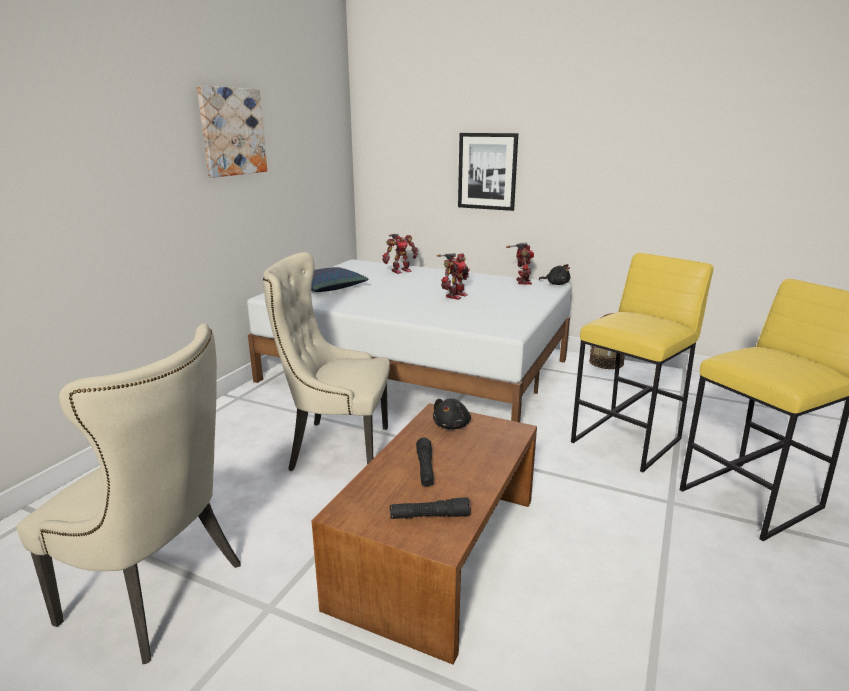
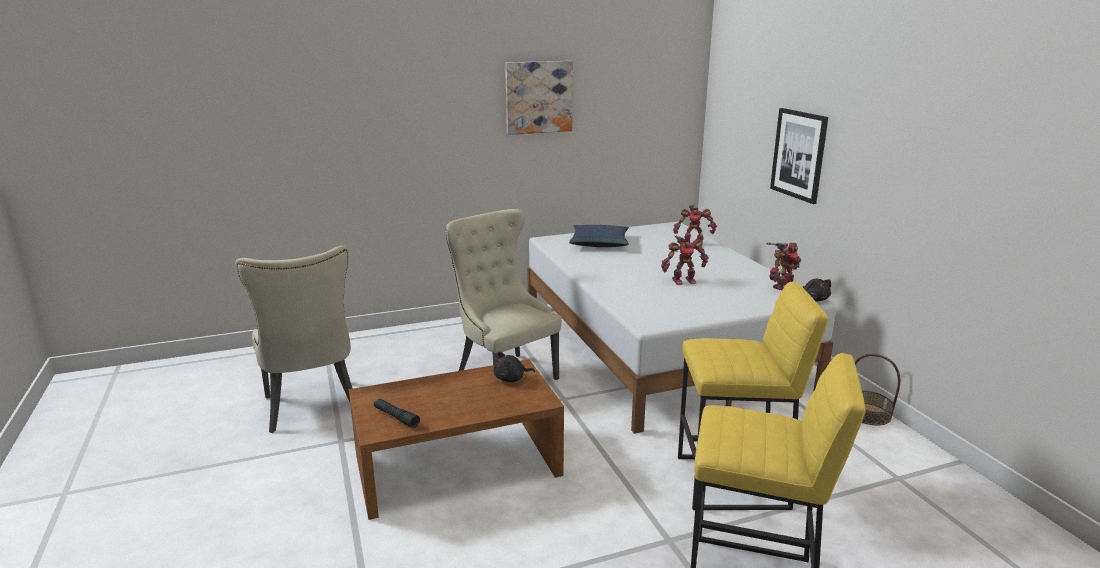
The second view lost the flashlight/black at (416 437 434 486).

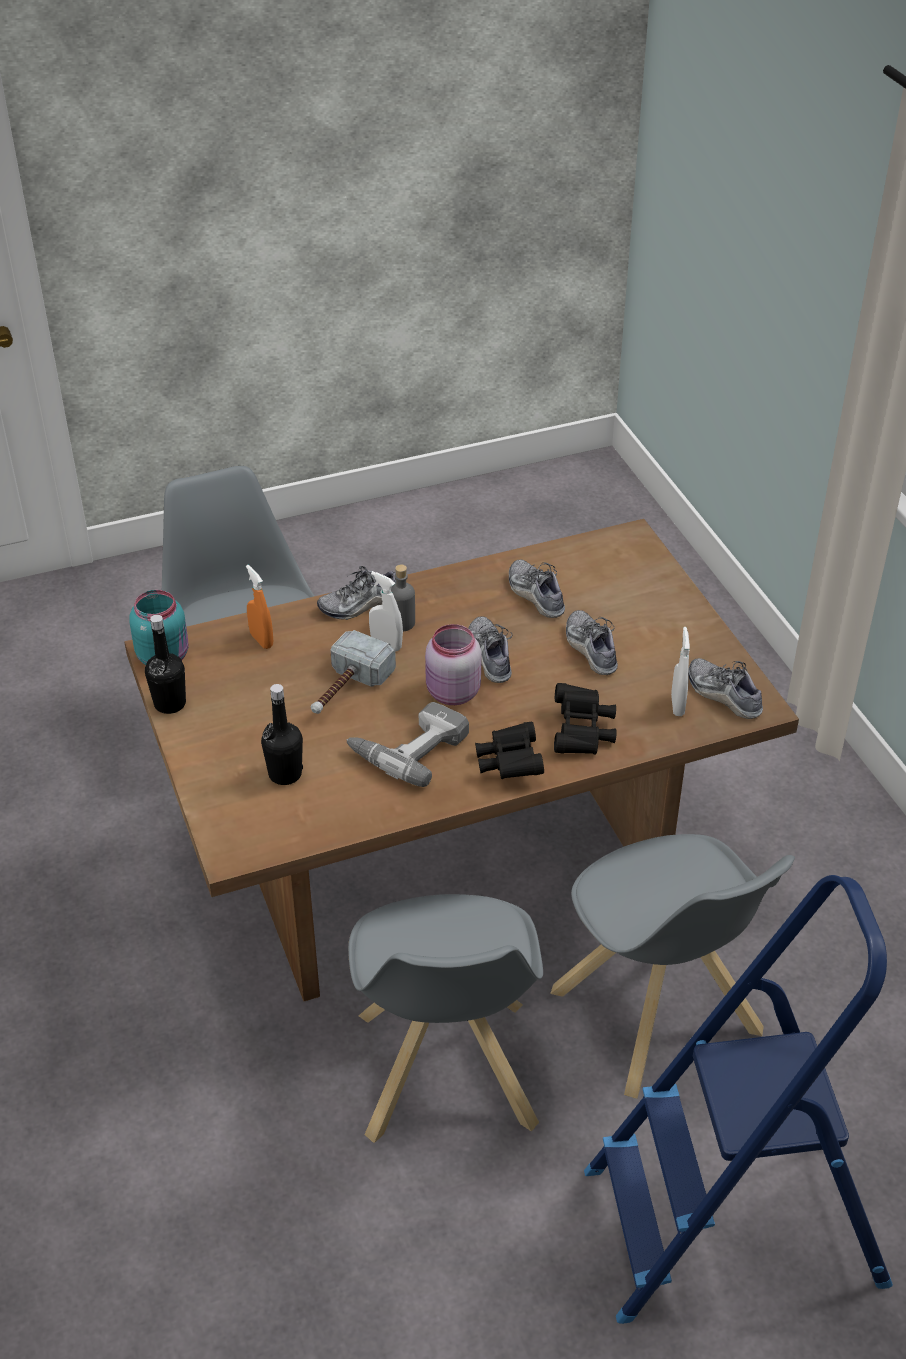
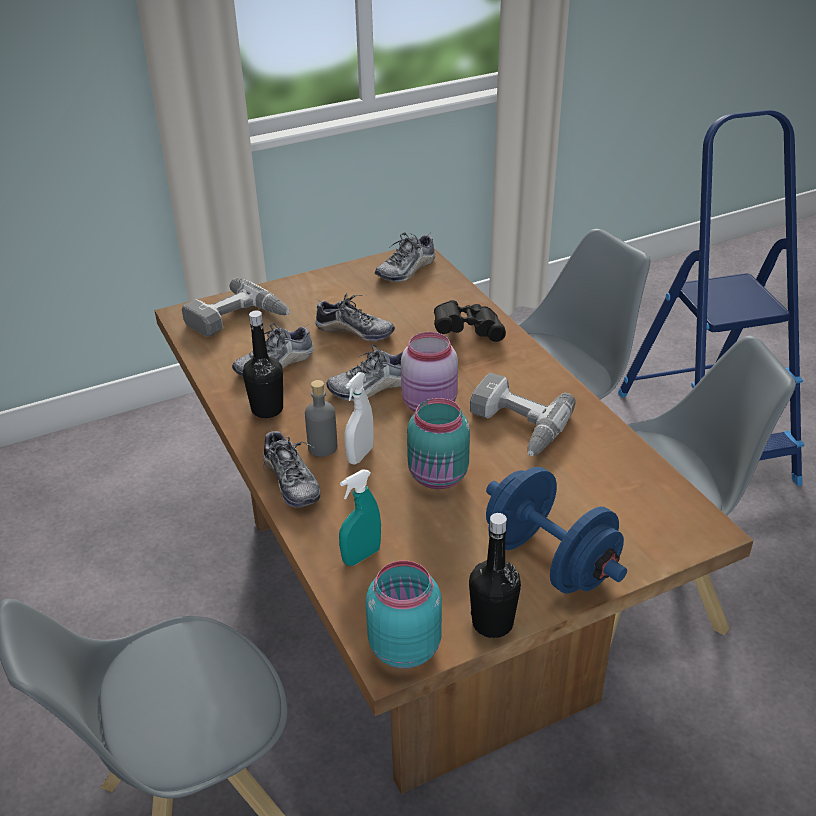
The second view lost the binoculars/black at (475 722 544 779).
The second view lost the spray bottle/white at (671 627 690 716).
The second view gained the power drill at (182 278 290 337).
The second view gained the dumbbell/blue at (486 467 627 594).
The bottle/black ended up elsewhere, having gone from (261 684 303 785) to (243 311 283 418).
Where the hammer stood at (311 630 396 714), the jar/turquoise came to stand at (407 398 470 489).
What was the spray bottle/orange at (246 565 273 649) turned into the spray bottle/turquoise at (339 470 381 566).
The shoe at (566 610 618 675) ended up facing another way, 135 degrees counterclockwise from before.

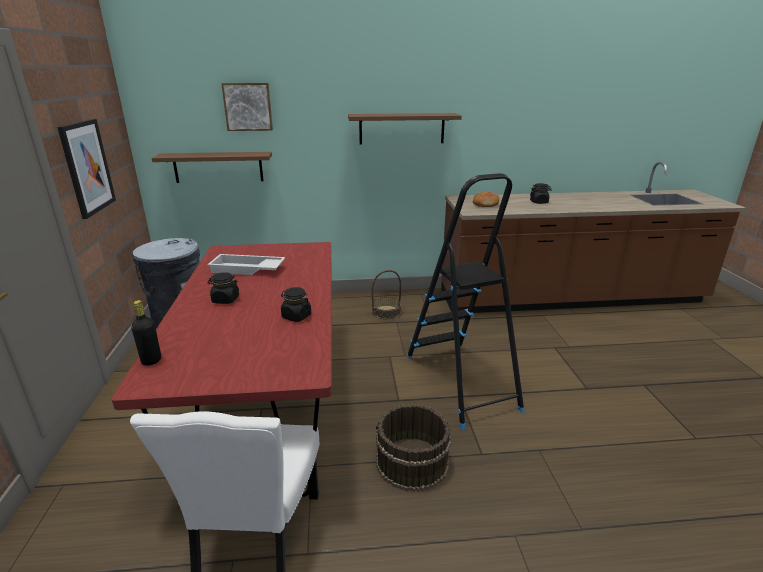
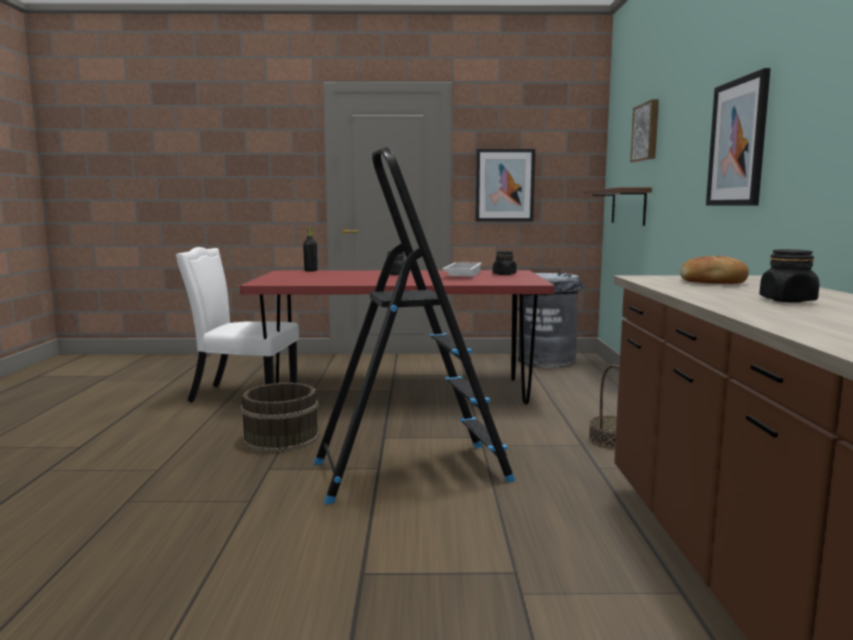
The jar/black ended up elsewhere, having gone from (281 287 311 322) to (493 251 517 275).
Where the shelf/brown hung at (348 113 462 145), the picture came to hang at (706 68 771 206).

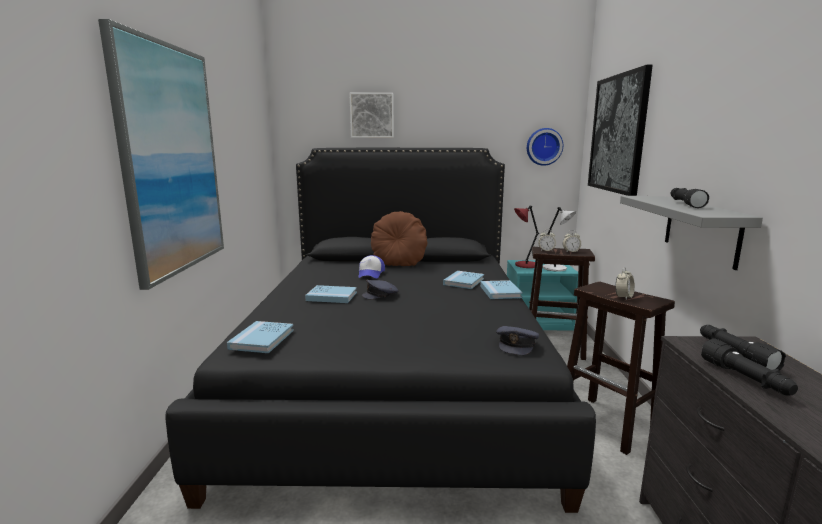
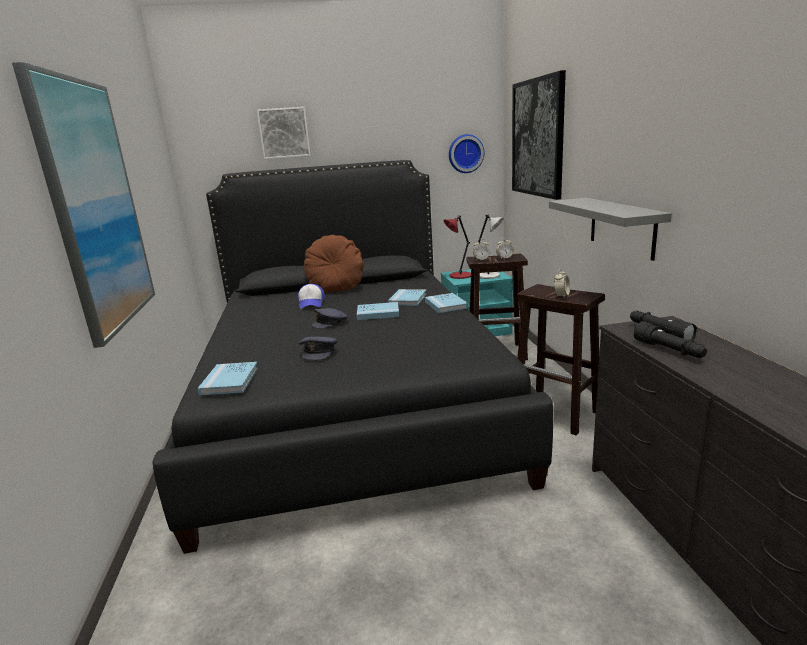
The second view lost the flashlight/black at (671 188 709 208).
The book/blue ended up elsewhere, having gone from (305 285 357 303) to (357 302 399 320).
The cap/grey ended up elsewhere, having gone from (496 326 539 355) to (299 337 337 360).

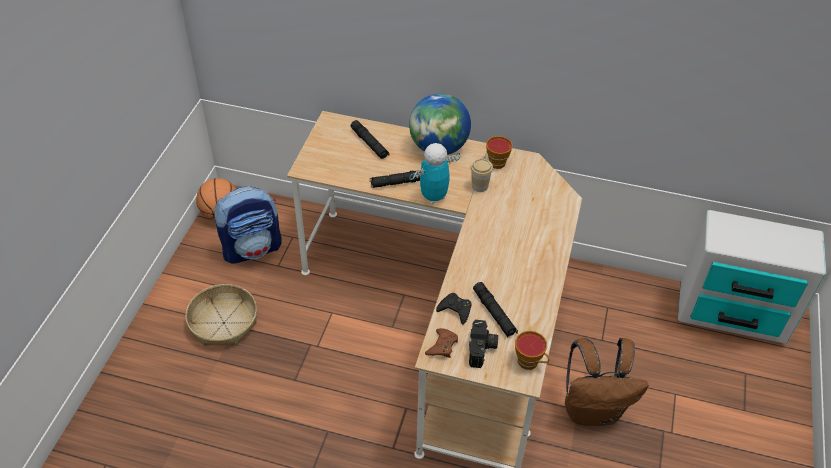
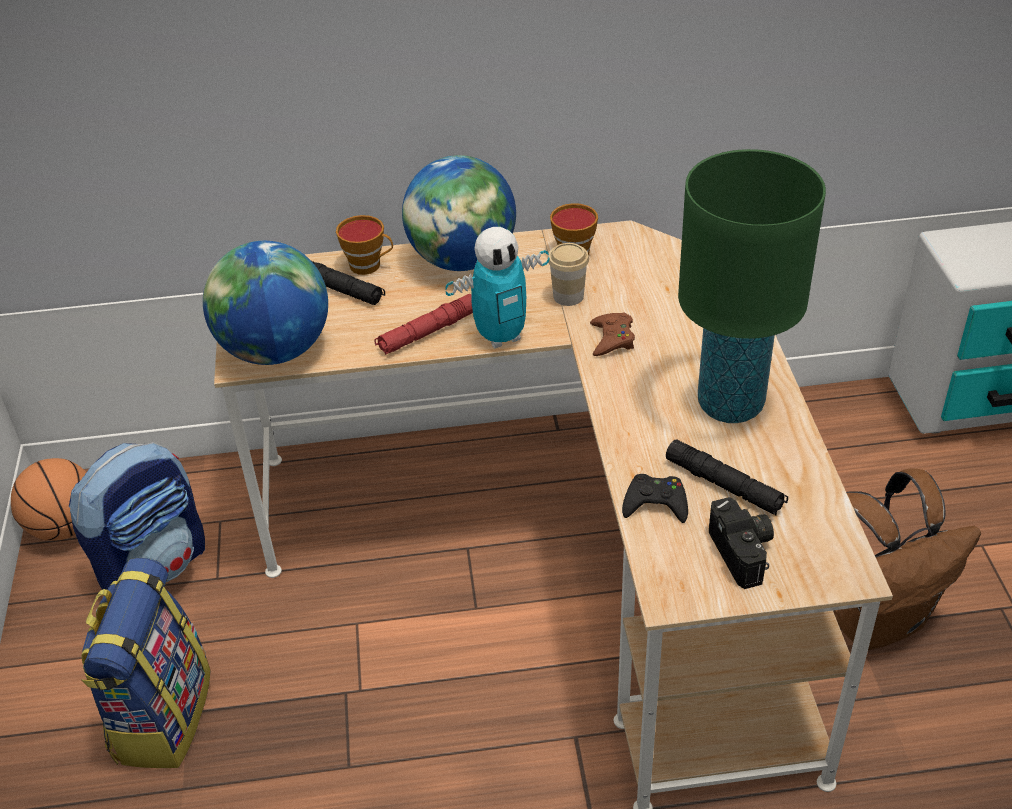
The second view gained the globe at (203 241 328 365).
The second view gained the table lamp/green at (678 149 826 423).
The game controller/brown ended up elsewhere, having gone from (425 328 458 358) to (590 312 635 356).
The cup ended up elsewhere, having gone from (515 331 550 370) to (336 215 393 275).
Where the basket stood at (185 284 257 346), the backpack came to stand at (81 558 211 768).
What was the flashlight/black at (370 170 420 188) turned into the flashlight/red at (374 294 473 355).
The toy robot at (409 143 460 204) ended up facing another way, 150 degrees counterclockwise from before.

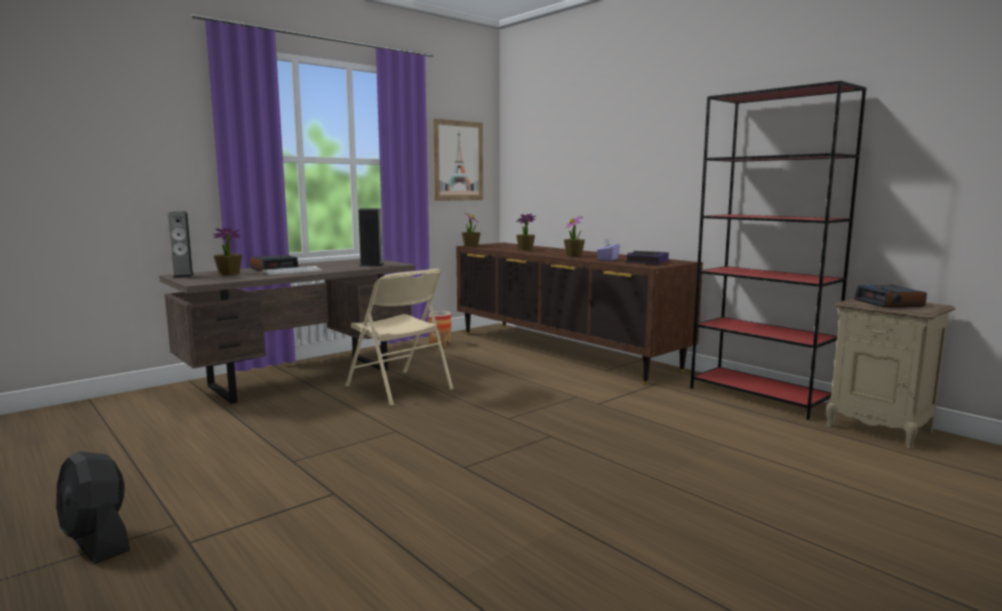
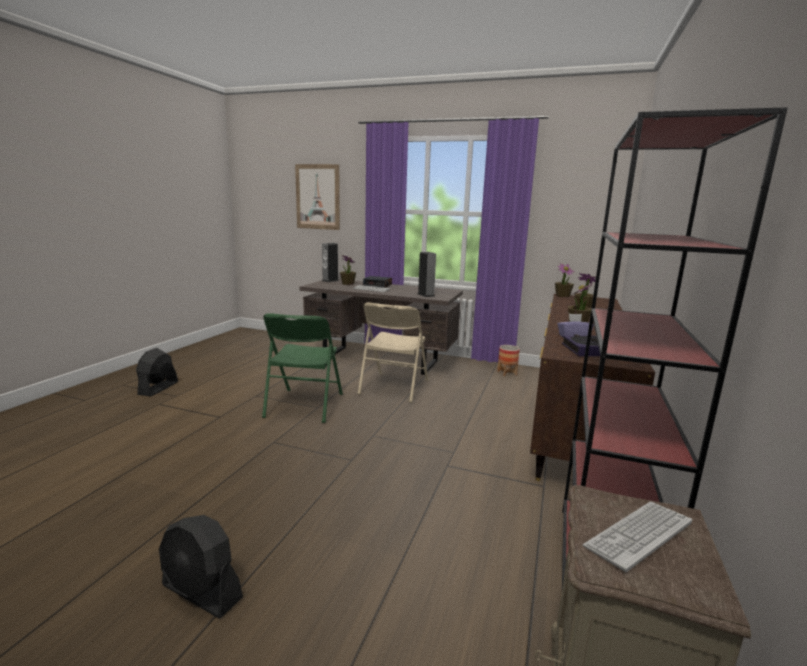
The second view gained the fan/black at (159 515 243 619).
The second view gained the chair/green at (262 313 343 423).
The picture ended up elsewhere, having gone from (433 119 483 201) to (295 164 340 230).
Where the alarm clock stood at (854 285 927 308), the keyboard came to stand at (582 502 692 572).

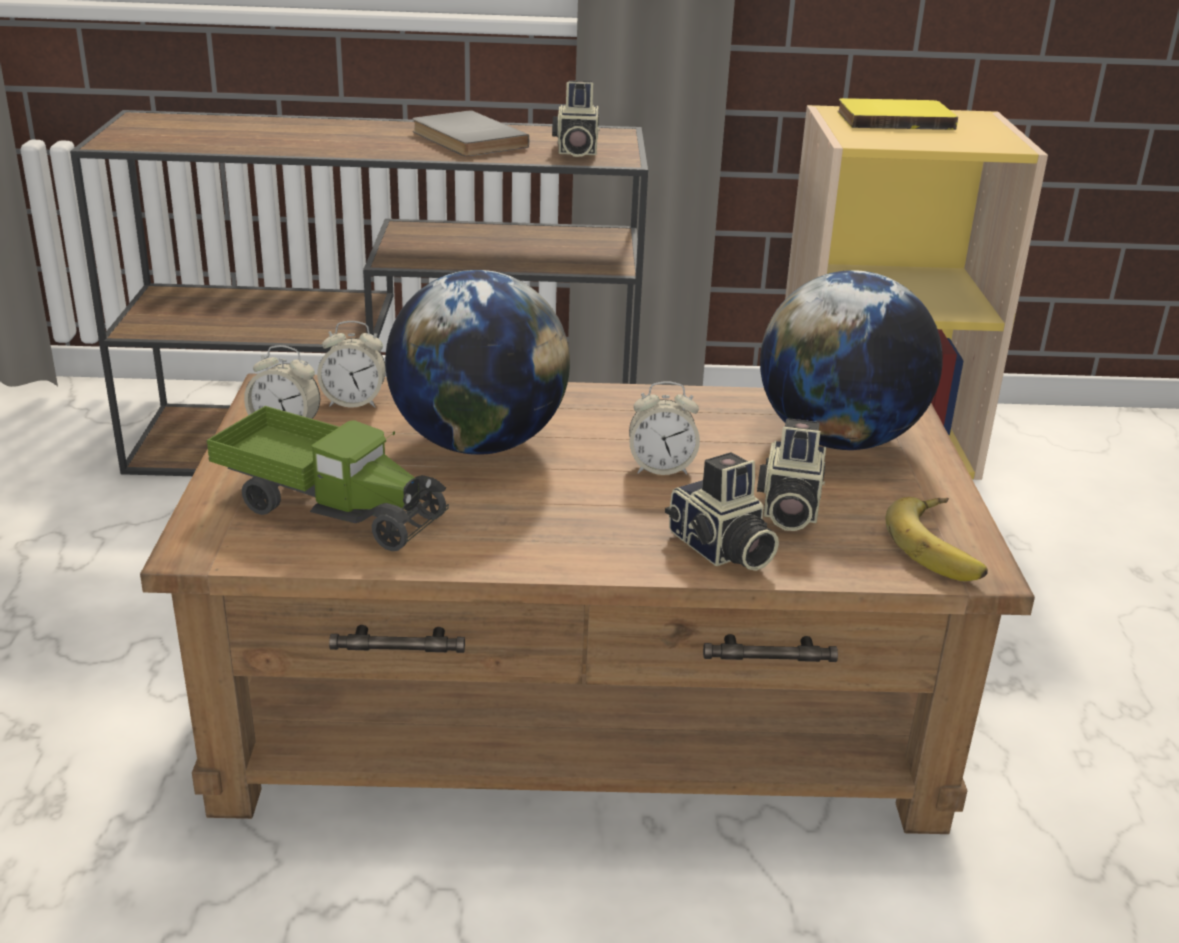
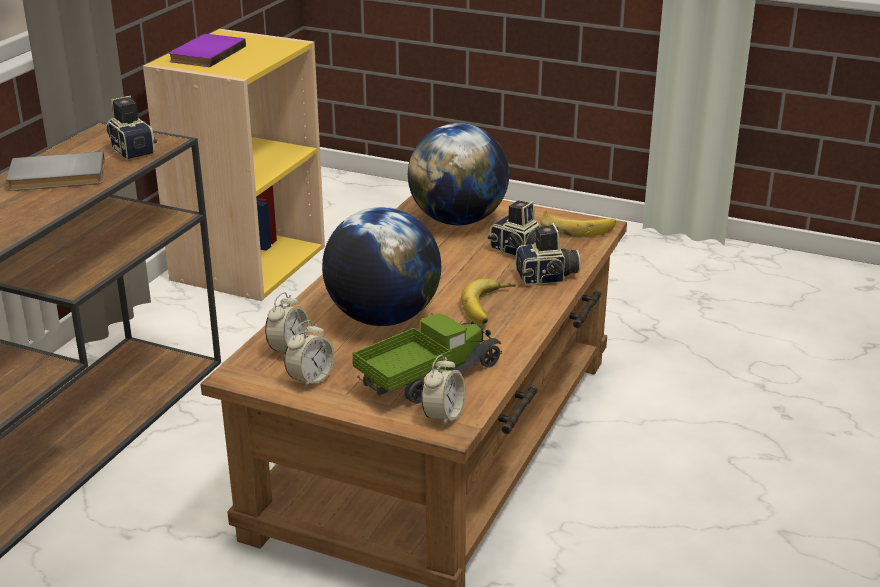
The second view gained the banana at (461 278 516 324).
The alarm clock ended up elsewhere, having gone from (629 381 700 475) to (421 355 465 427).
What was the book/yellow at (837 98 958 130) turned into the book/purple at (169 34 246 67).
The photo camera at (552 81 600 157) ended up facing another way, 150 degrees counterclockwise from before.

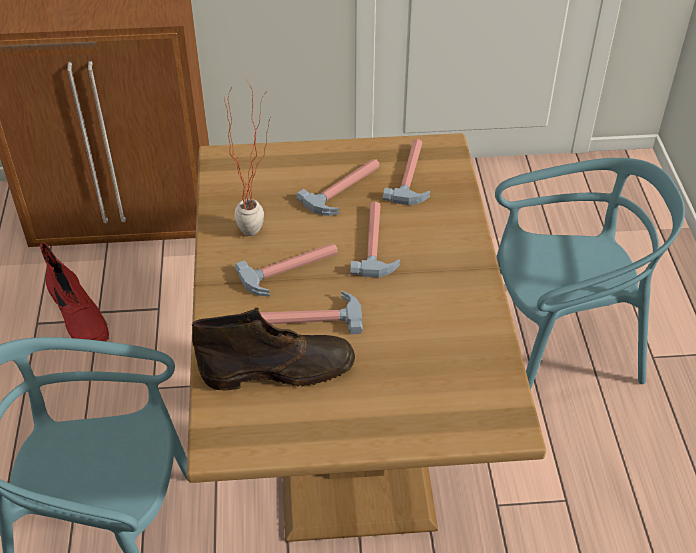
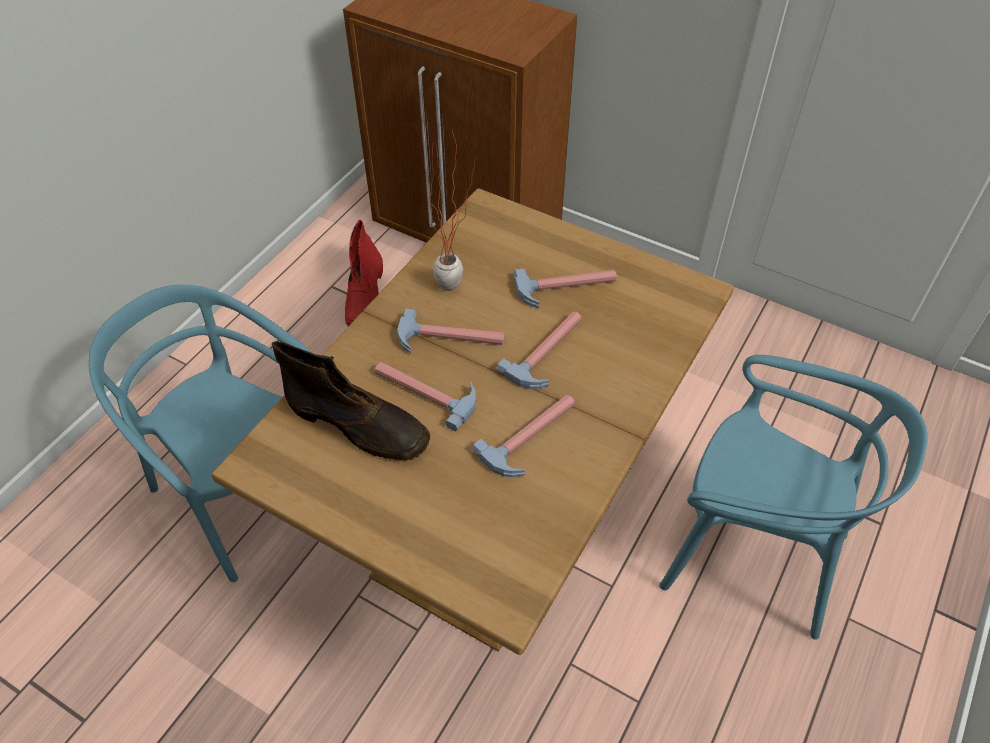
The hammer ended up elsewhere, having gone from (383 139 430 205) to (472 395 575 477).

